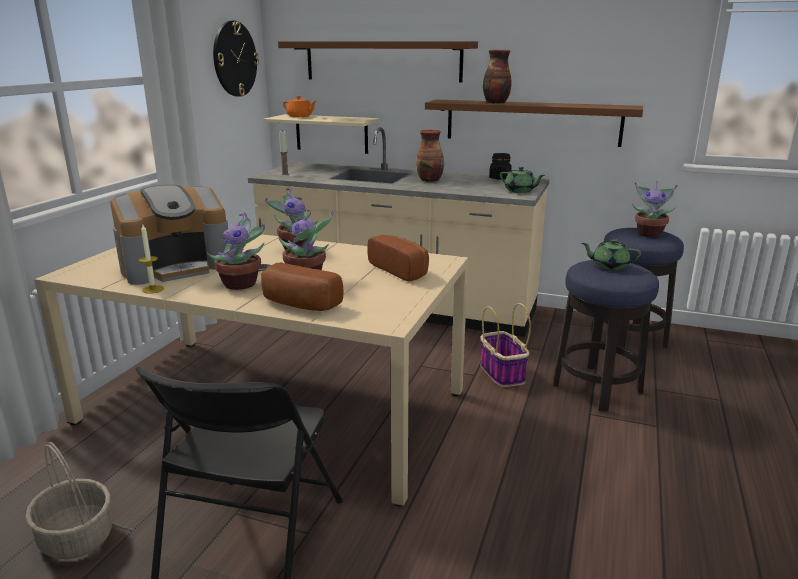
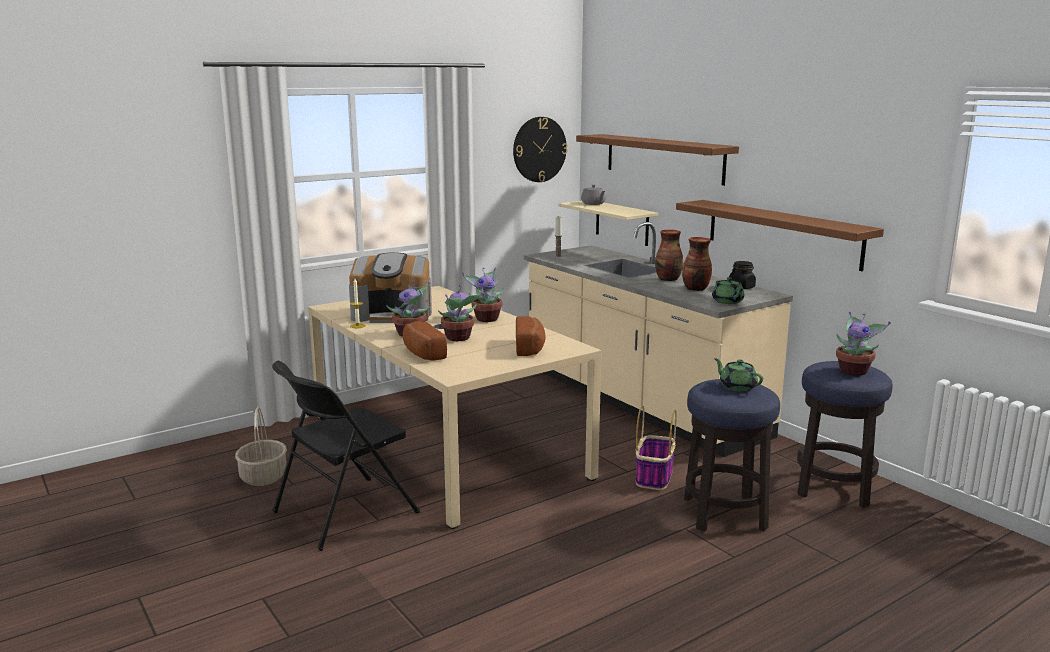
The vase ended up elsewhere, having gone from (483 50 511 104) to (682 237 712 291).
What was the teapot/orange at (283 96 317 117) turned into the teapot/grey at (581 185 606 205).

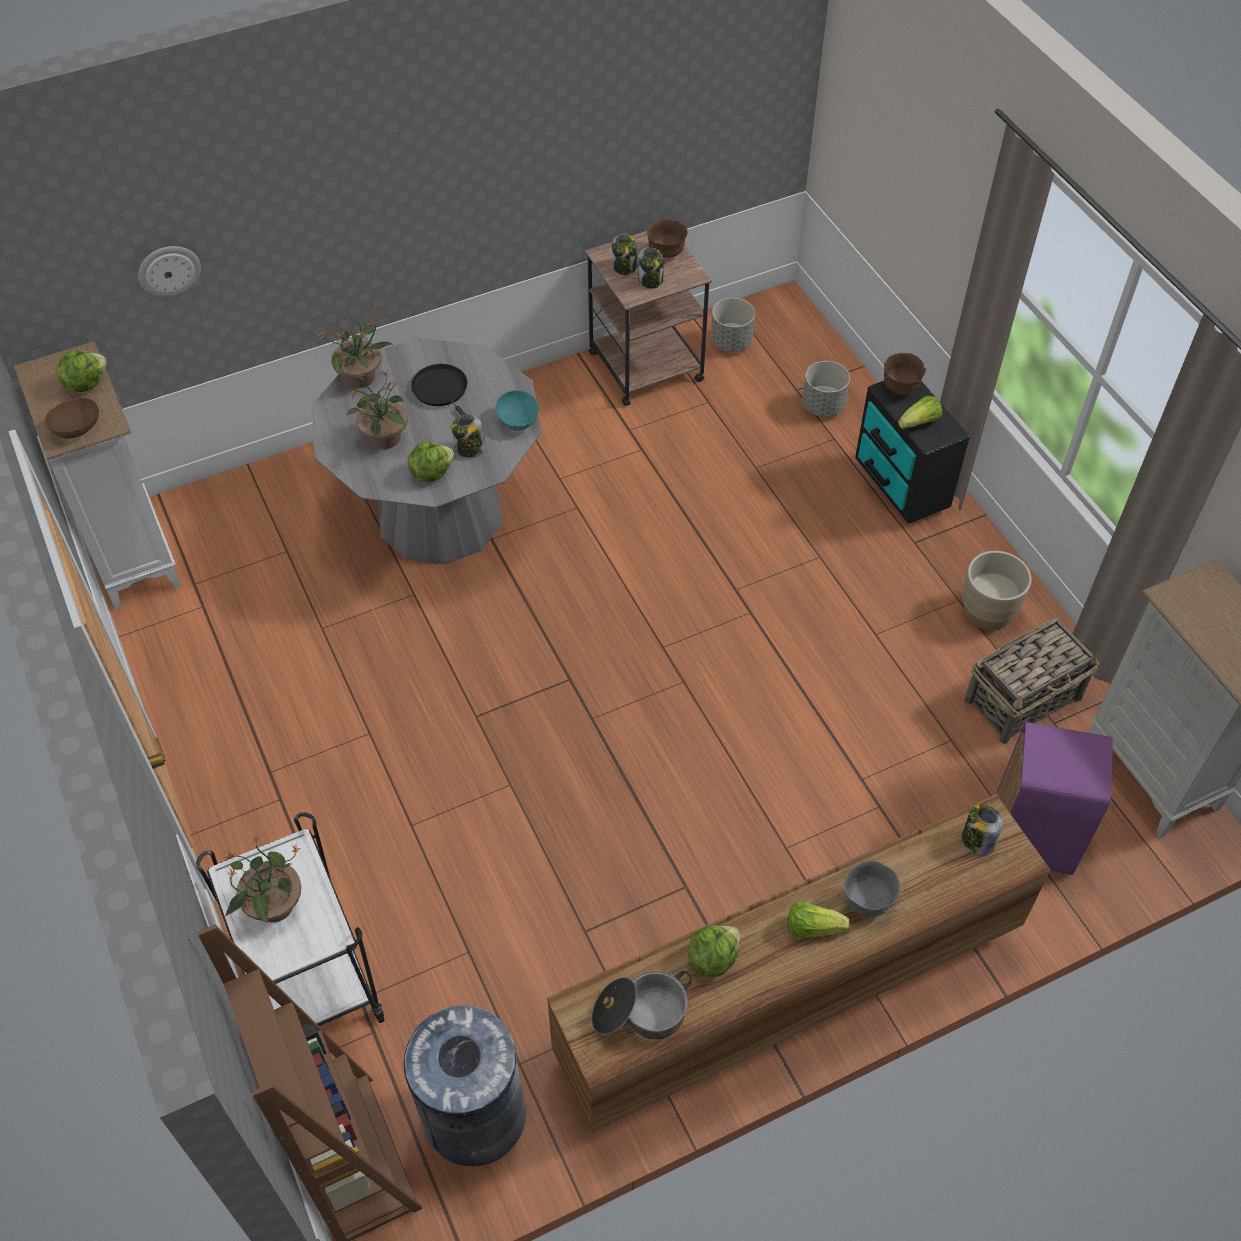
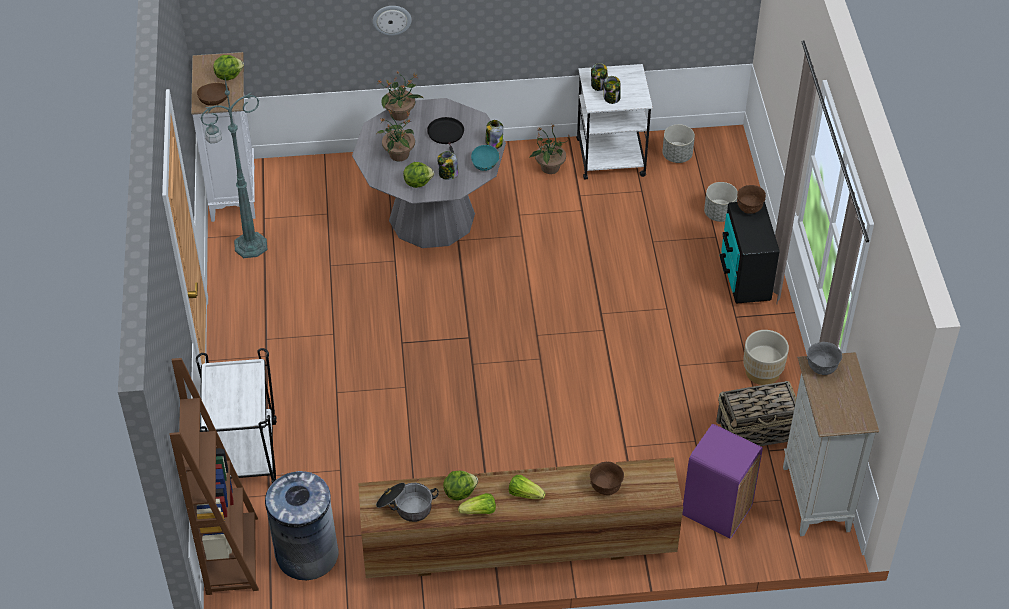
The second view gained the floor lamp/green at (200 74 268 258).
The wall clock ended up elsewhere, having gone from (138 246 201 297) to (373 6 412 36).
The potted plant ended up elsewhere, having gone from (225 835 301 923) to (529 125 571 174).
The bowl/brown ended up elsewhere, having gone from (647 219 688 258) to (590 462 624 495).
The bowl/grey ended up elsewhere, having gone from (844 861 900 917) to (807 342 842 375).
The lettuce ended up elsewhere, having gone from (898 396 942 429) to (458 493 496 514).
The jar ended up elsewhere, having gone from (962 805 1003 856) to (485 120 503 149).
What was the cart/brown at (585 231 712 406) turned into the cart/white at (576 64 653 180).

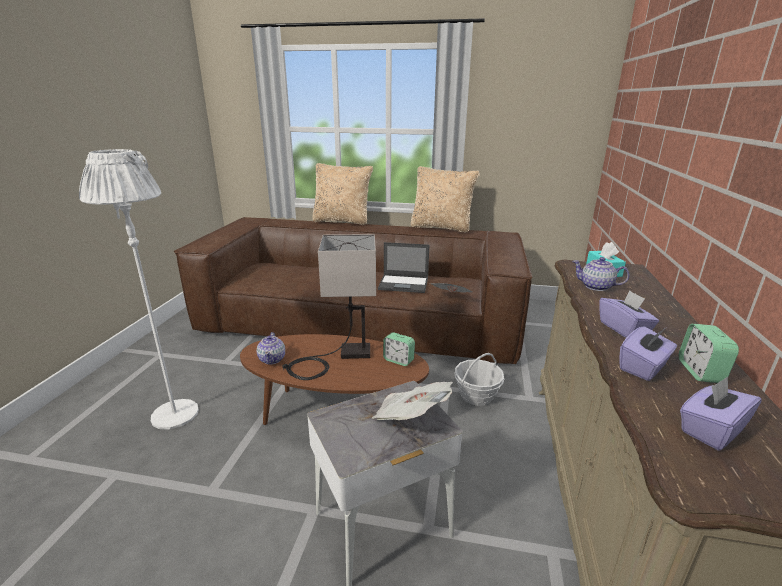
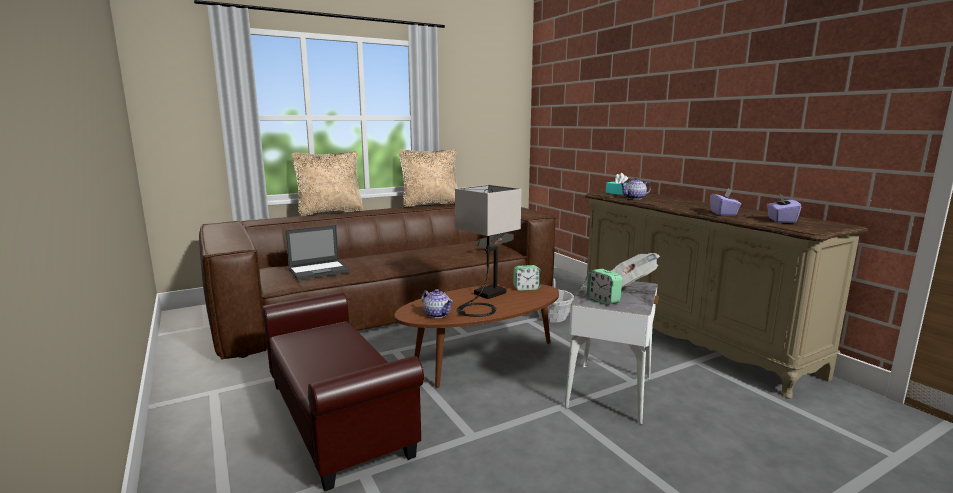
The second view lost the tissue box/purple at (600 290 659 338).
The laptop ended up elsewhere, having gone from (378 242 429 293) to (285 225 350 280).
The alarm clock ended up elsewhere, having gone from (679 324 739 383) to (587 269 623 305).
Where the floor lamp/white stood at (79 149 199 430), the ottoman/brown came to stand at (262 292 424 491).

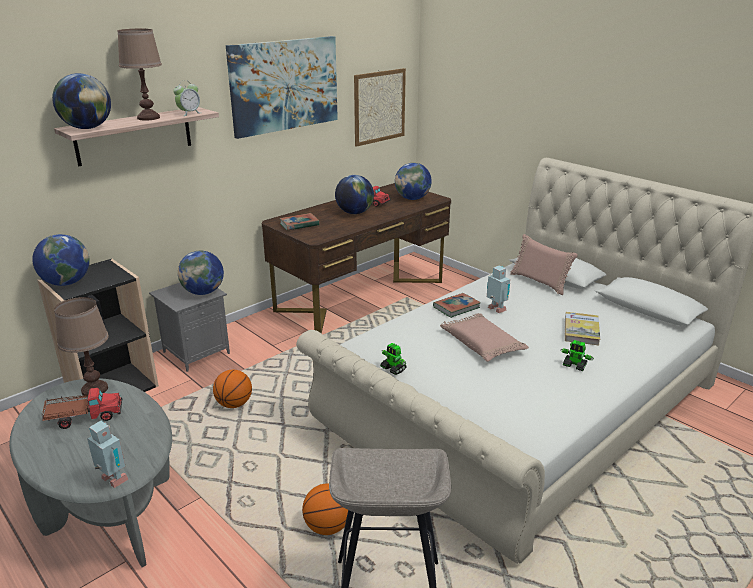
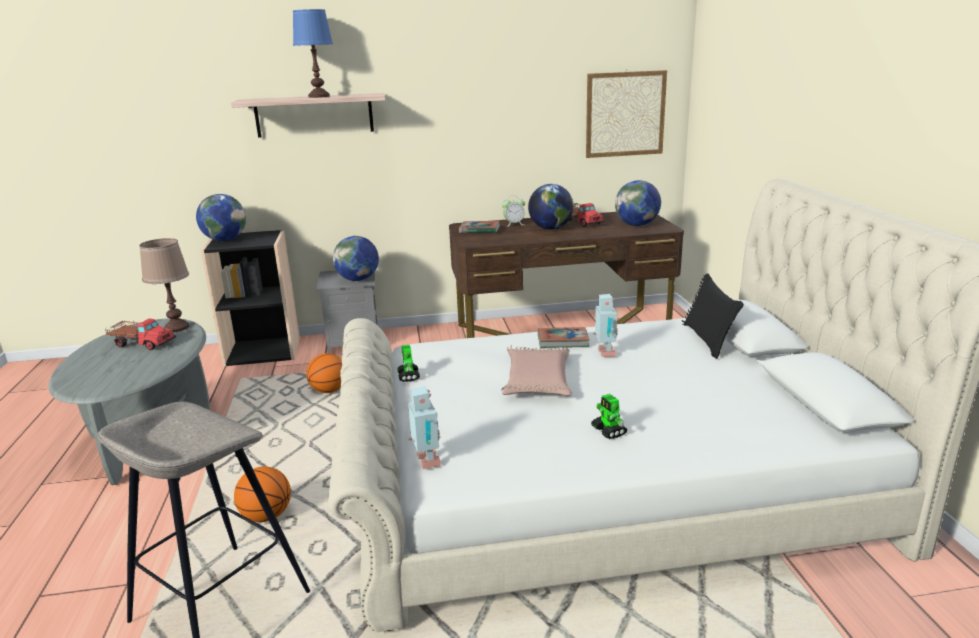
The second view lost the globe at (52 73 111 129).
The second view lost the picture at (226 36 338 139).
The second view lost the book at (565 312 600 345).
The toy robot ended up elsewhere, having gone from (87 421 128 488) to (408 386 441 469).
The alarm clock ended up elsewhere, having gone from (173 80 200 116) to (502 195 525 227).
What was the table lamp/brown at (117 29 162 120) turned into the table lamp/blue at (293 9 333 98).
What was the pillow/beige at (510 234 578 295) turned into the pillow/black at (681 273 744 359).

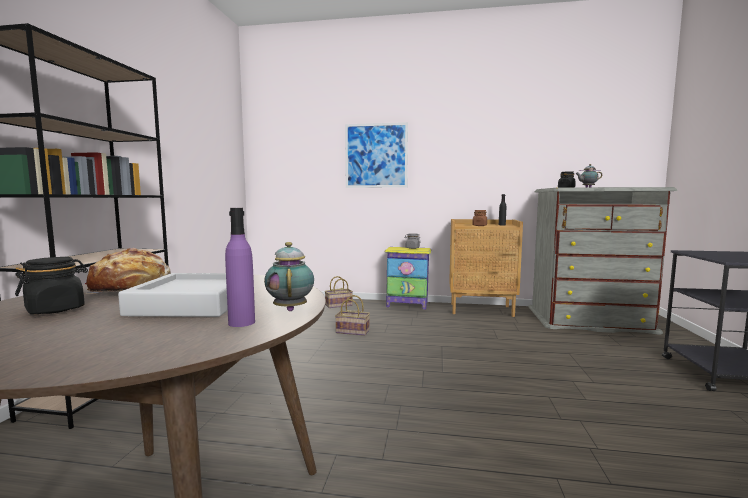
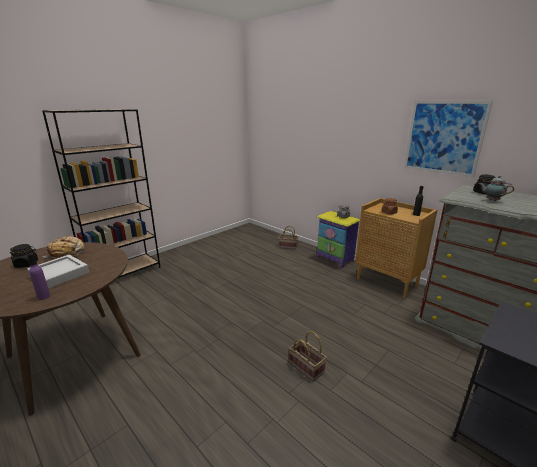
The second view lost the teapot at (264 242 314 311).
The basket ended up elsewhere, having gone from (335 295 370 336) to (289 331 327 382).
The picture ended up elsewhere, having gone from (345 122 408 188) to (404 101 493 177).

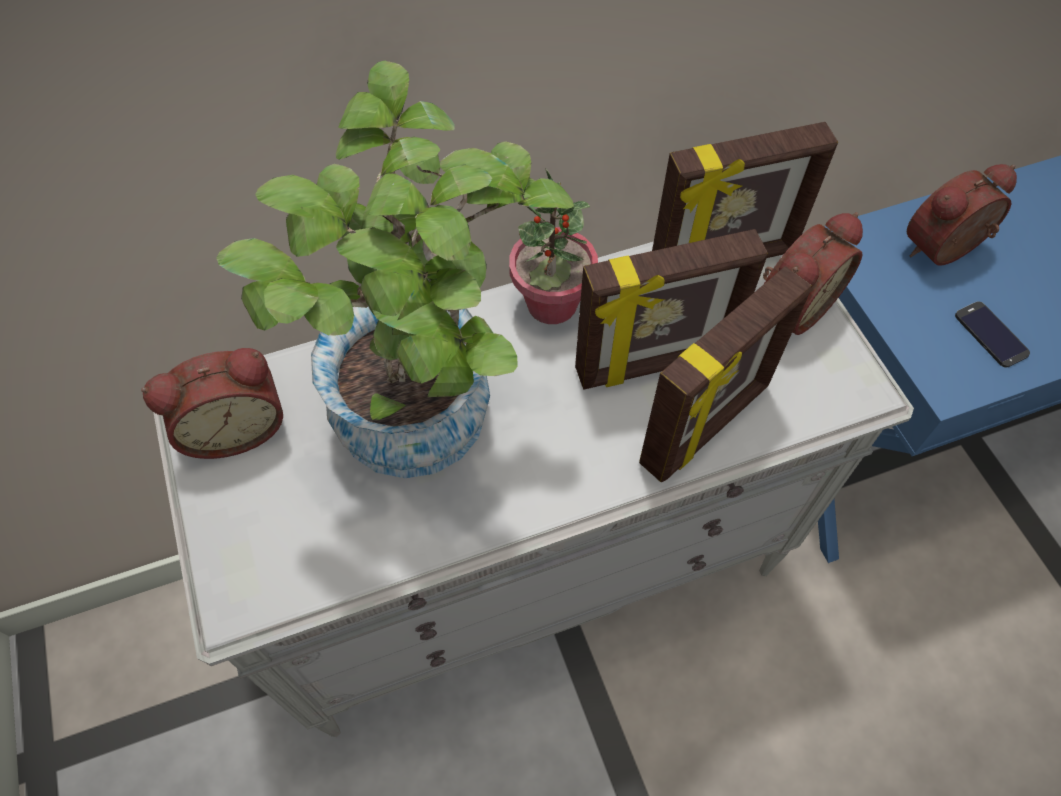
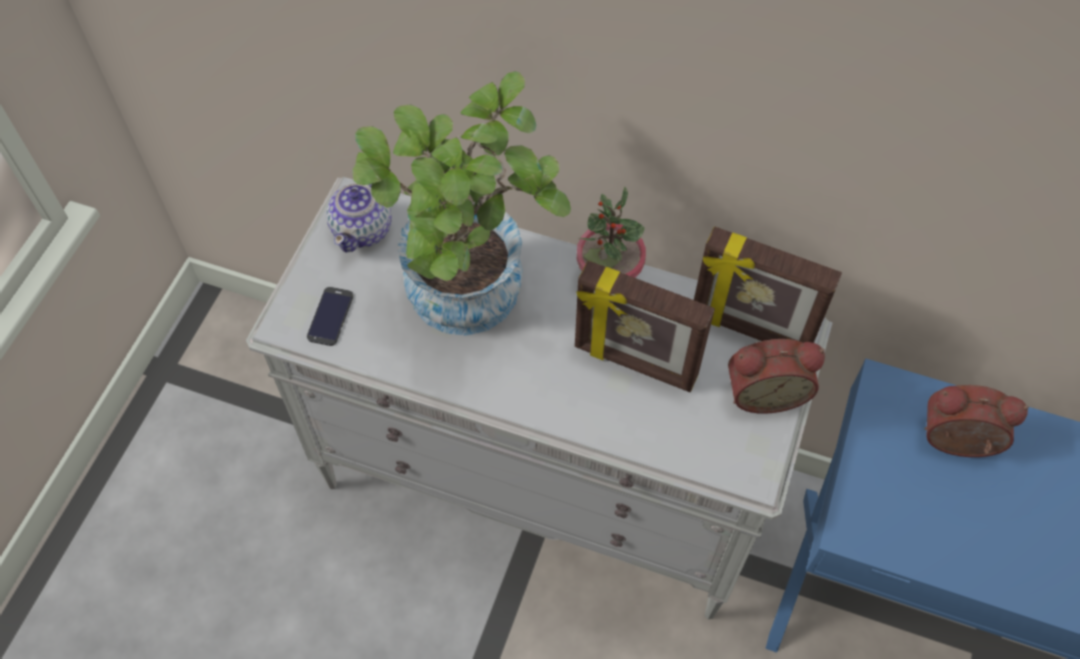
The second view lost the picture frame at (639 266 812 482).
The phone ended up elsewhere, having gone from (955 302 1030 368) to (307 287 353 346).
Where the alarm clock stood at (141 348 283 459), the teapot came to stand at (326 183 392 253).

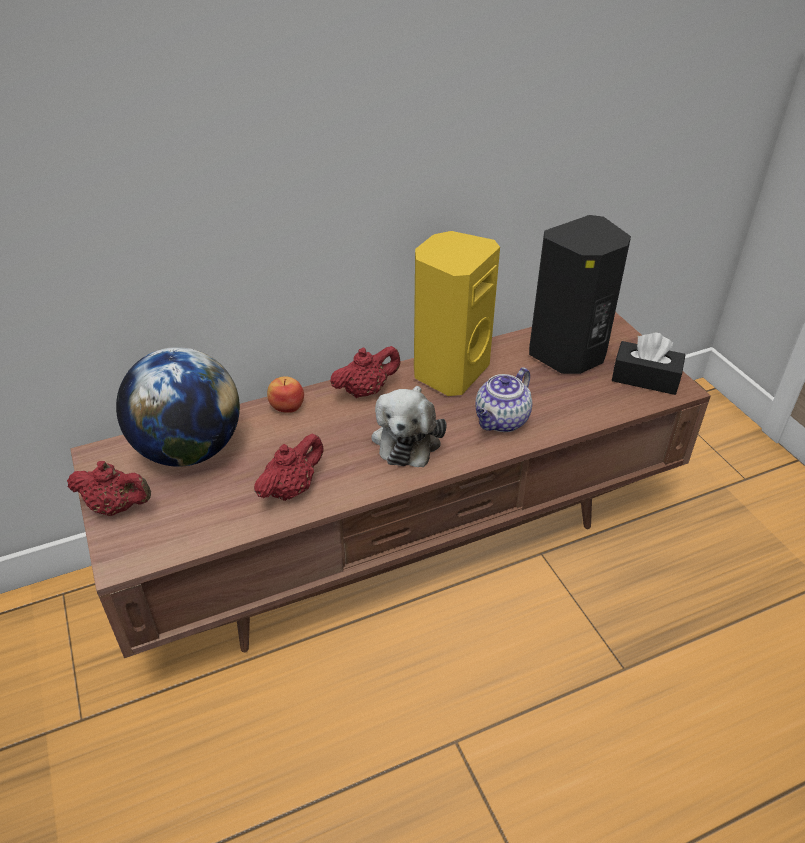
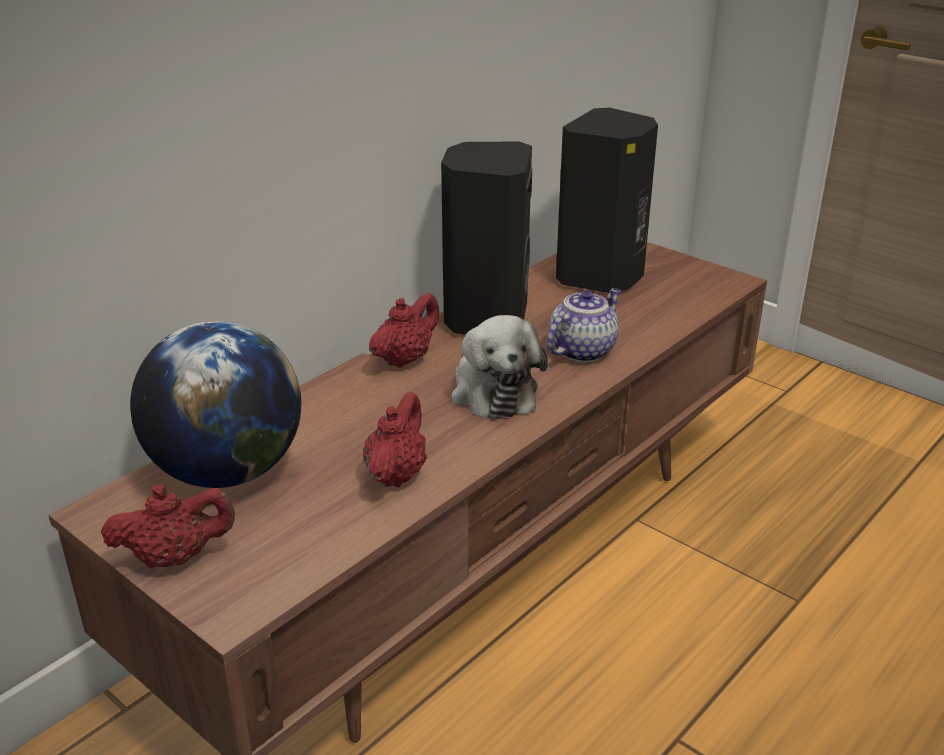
The second view lost the apple at (267 376 304 413).
The second view lost the tissue box/black at (612 333 686 395).
What was the speaker/yellow at (414 231 500 396) turned into the speaker/black at (441 142 532 335).
The teapot at (475 368 532 432) ended up facing another way, 150 degrees counterclockwise from before.

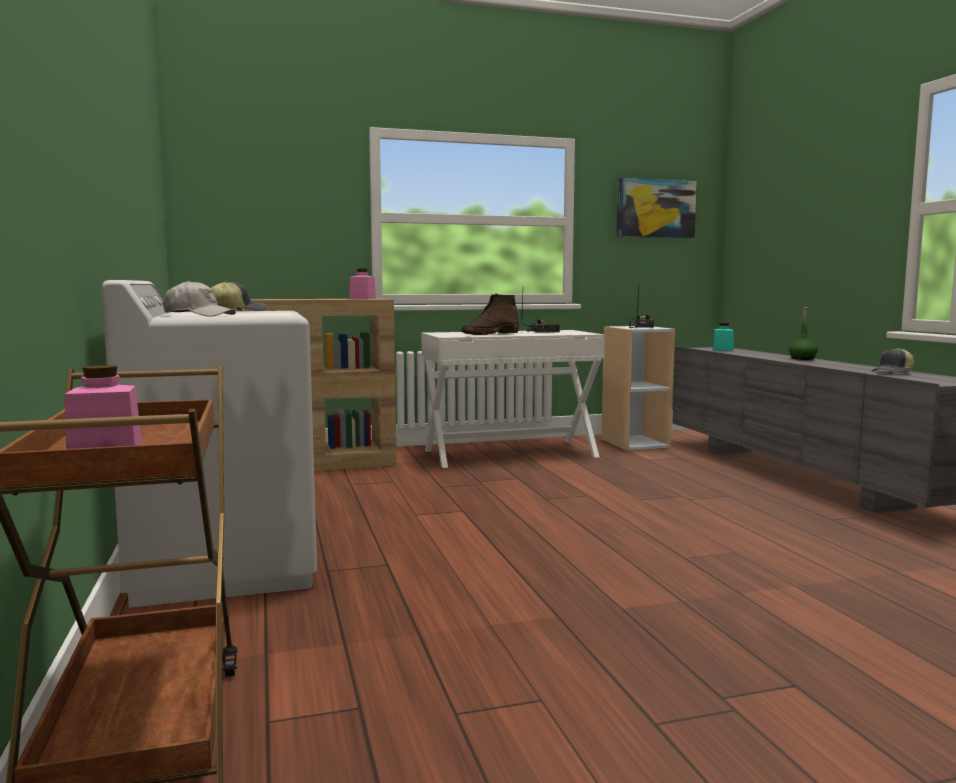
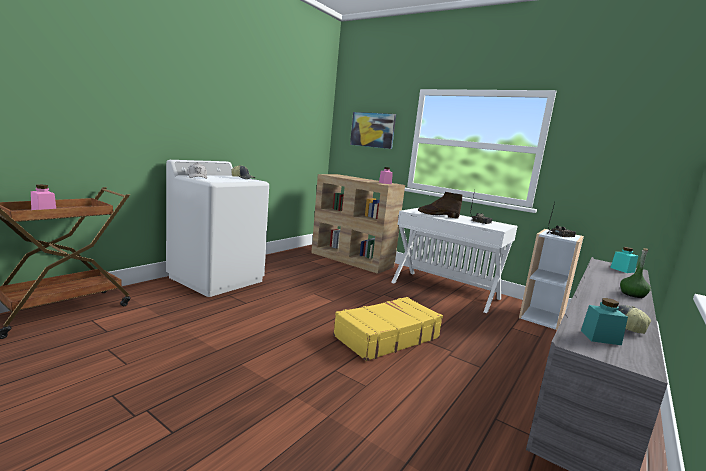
The second view gained the suitcase/yellow at (333 297 443 361).
The second view gained the jar/turquoise at (581 298 628 345).
The picture ended up elsewhere, having gone from (616 177 697 238) to (350 112 396 149).

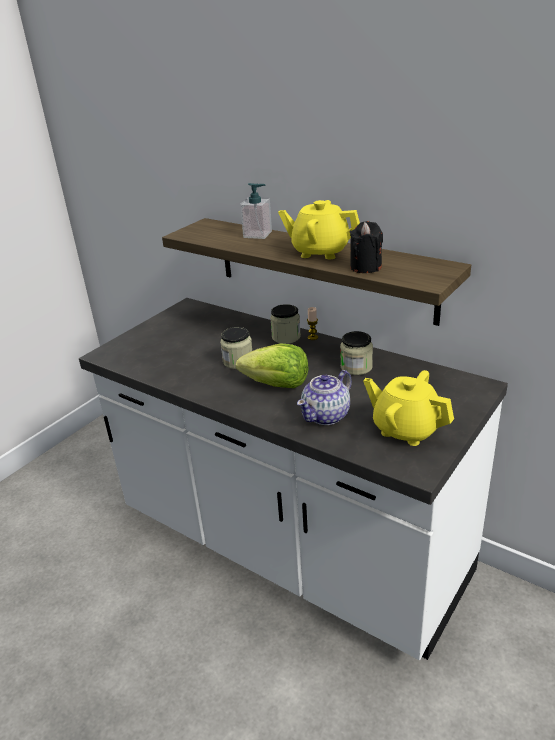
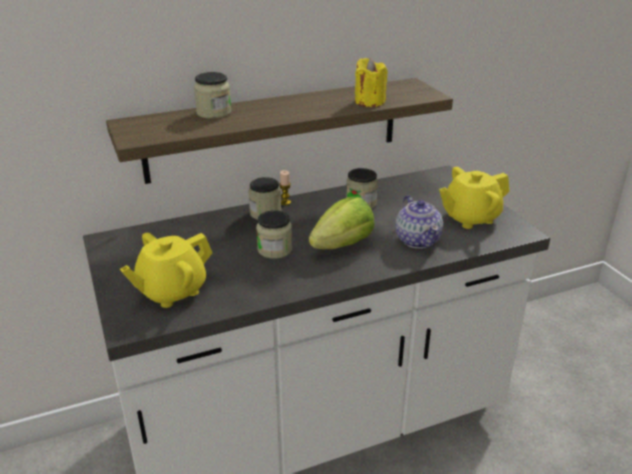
The teapot/yellow ended up elsewhere, having gone from (278 200 360 259) to (120 233 212 308).
Where the soap dispenser stood at (240 183 272 239), the jar came to stand at (194 72 231 119).
What was the candle/black at (350 221 383 273) turned into the candle/yellow at (355 58 387 107).

